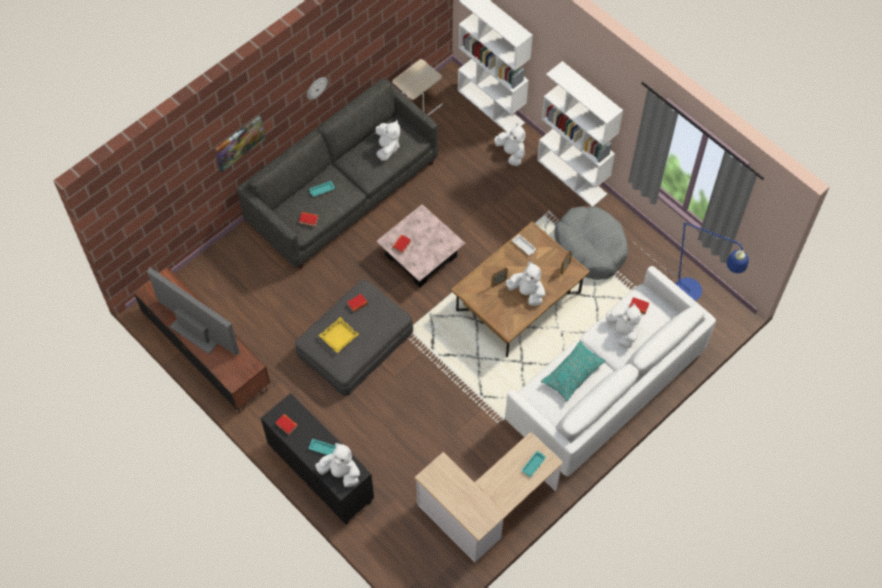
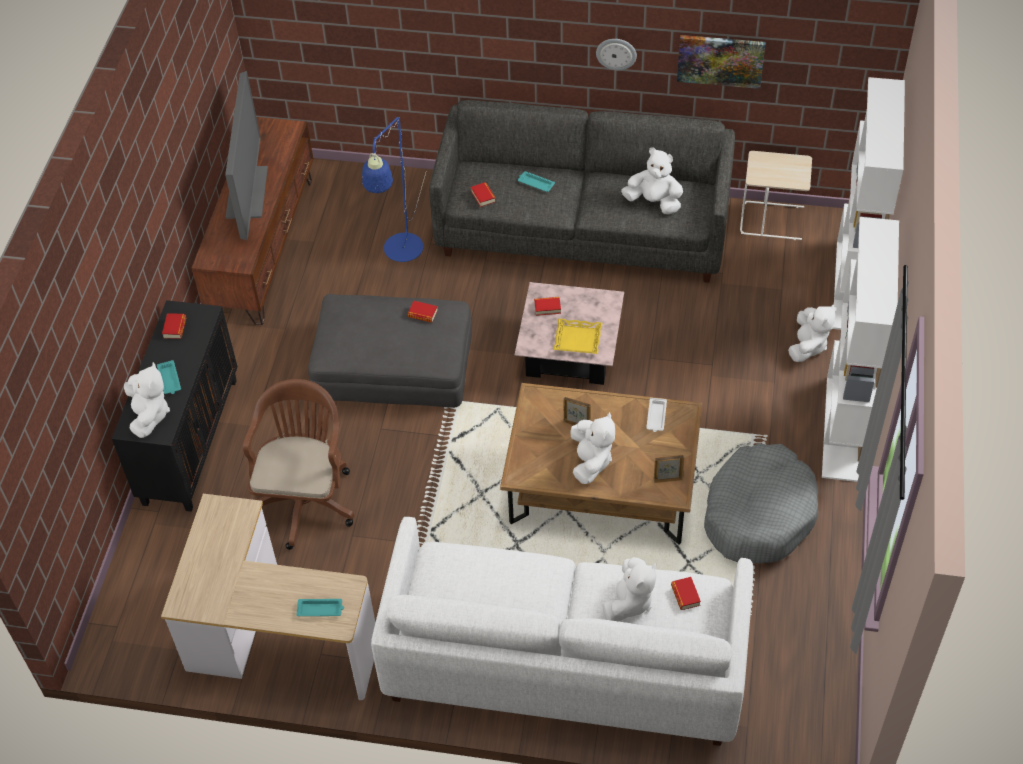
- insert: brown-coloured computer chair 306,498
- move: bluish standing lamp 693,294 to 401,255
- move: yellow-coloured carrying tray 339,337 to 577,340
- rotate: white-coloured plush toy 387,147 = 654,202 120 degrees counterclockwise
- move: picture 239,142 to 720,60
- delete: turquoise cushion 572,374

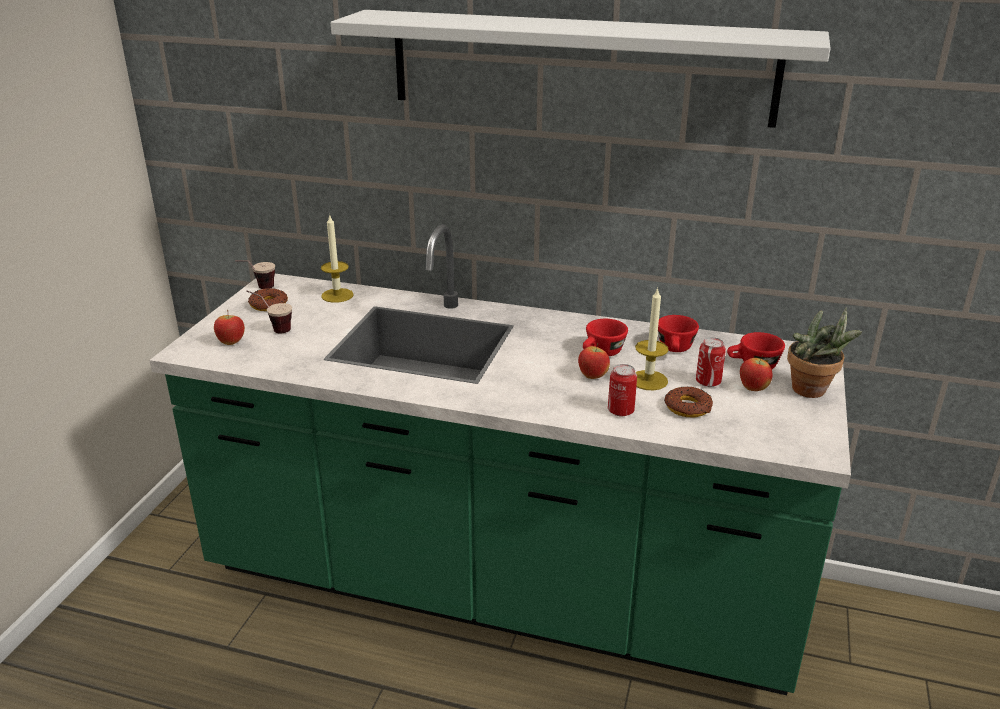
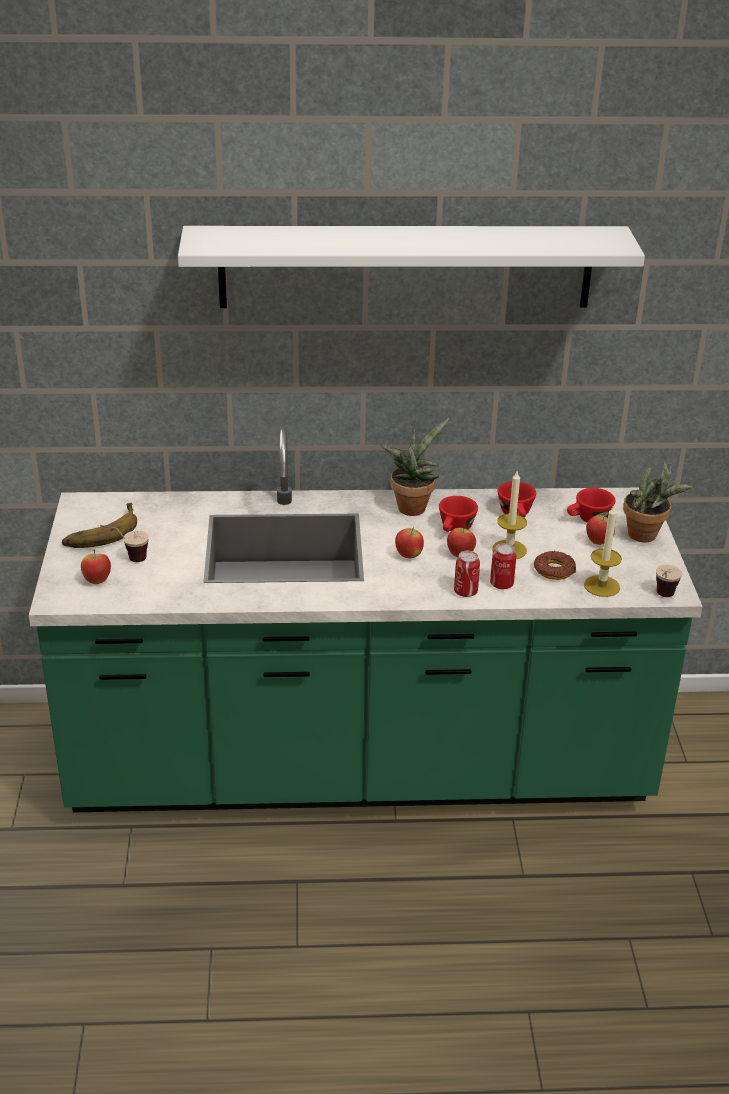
- replace: doughnut 268,304 to banana 99,531
- insert: plant in a pot 412,506
- insert: whole apple 408,556
- move: metal can 708,382 to 465,591
- move: wax light 337,295 to 602,586
- move: small cup 258,289 to 662,598

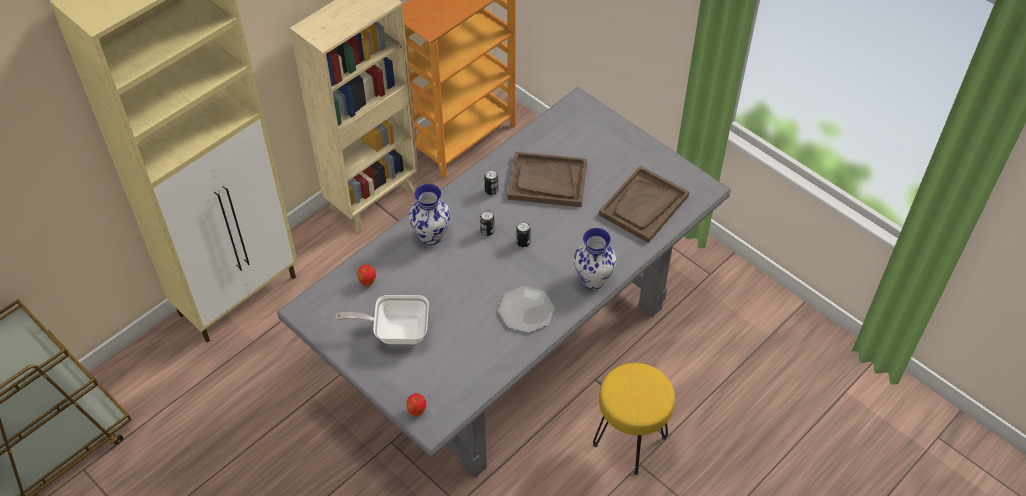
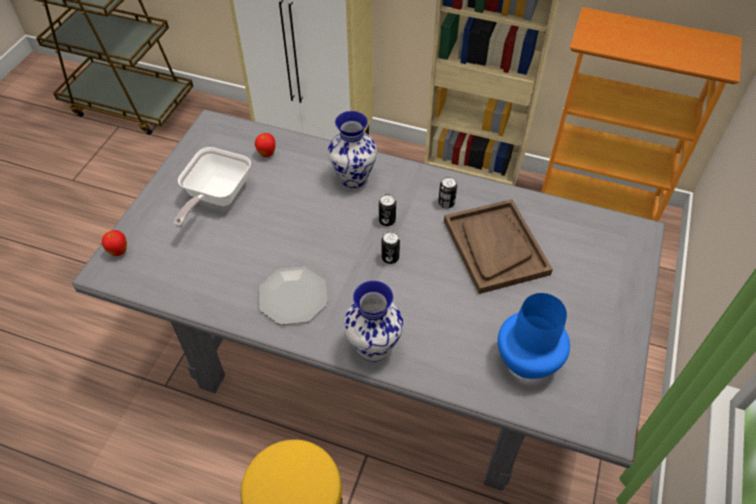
- rotate: skillet 395,331 = 215,197 135 degrees counterclockwise
- replace: brown-coloured carrying tray 643,206 to bluish decorative vase 526,361

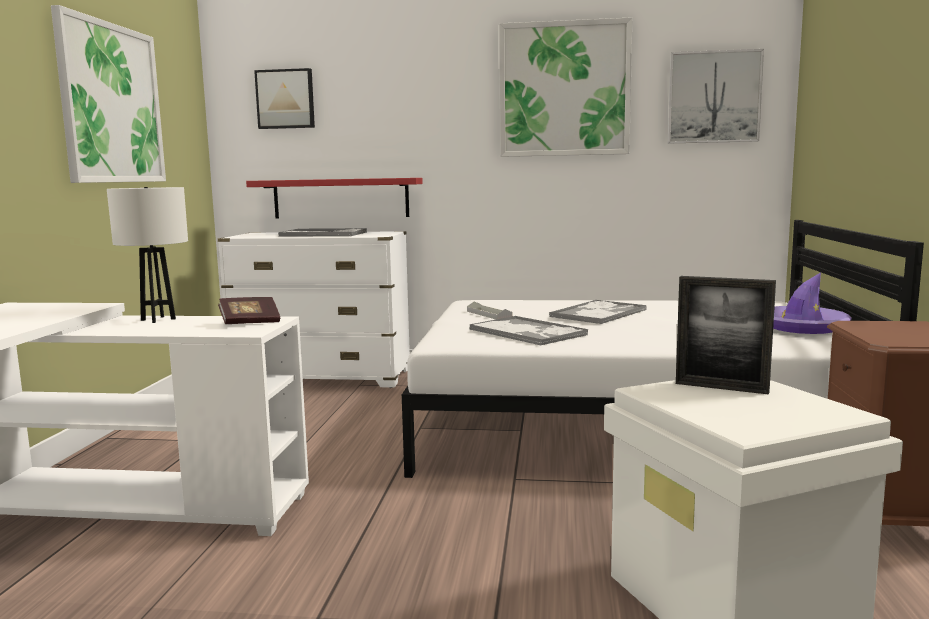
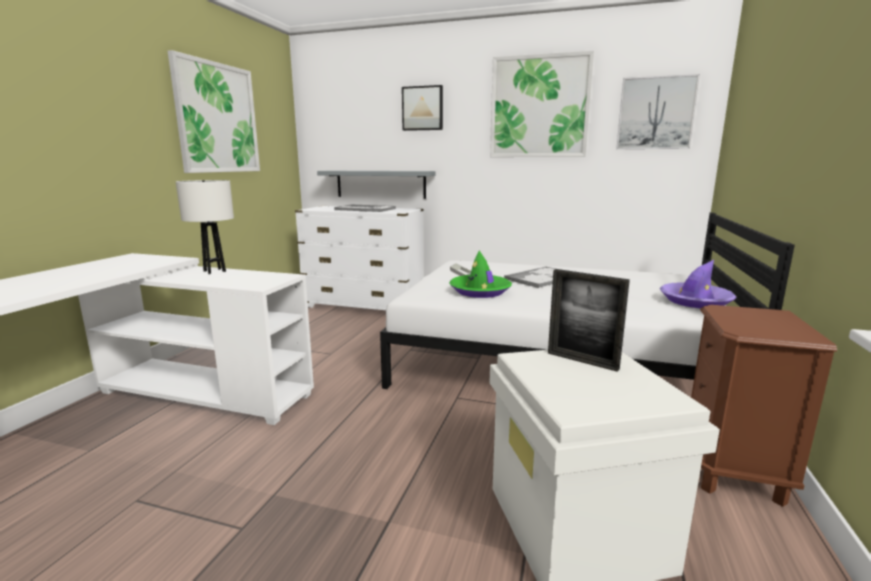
- recolor: red-coloured shelf 341,198 to gray shelf 380,184
- move: picture 285,99 to 423,108
- replace: carrying tray 528,332 to green-coloured hat 480,291
- delete: bound book 250,322

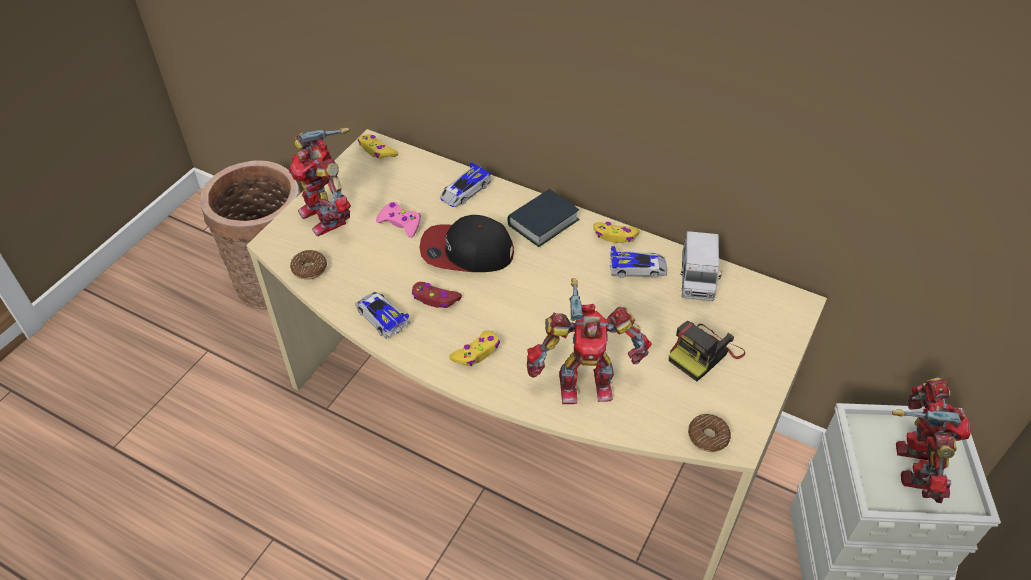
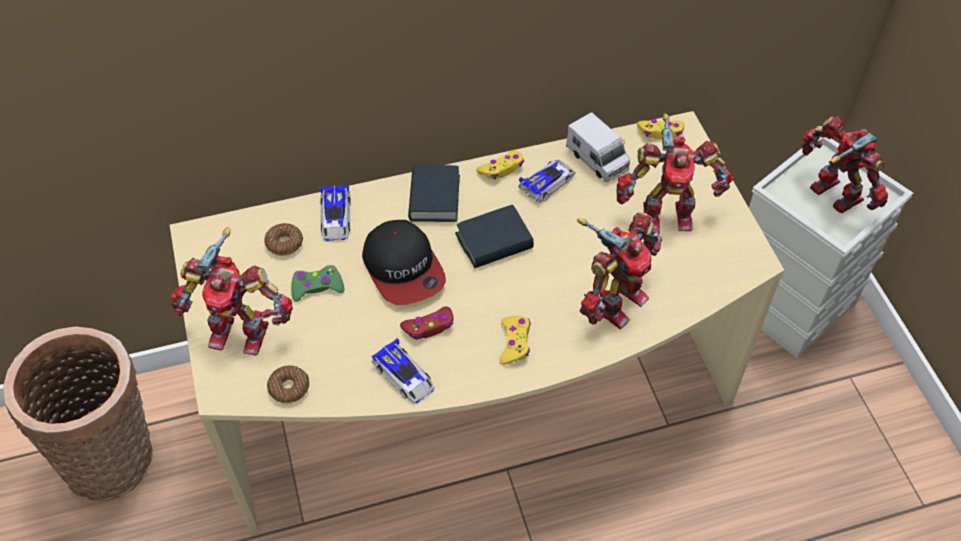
- move: doughnut 708,437 to 284,243
- recolor: pink gamepad 400,223 to green-coloured gamepad 317,287
- rotate: cap 466,251 = 404,268 75 degrees counterclockwise
- rotate: toy car 381,316 = 404,376 135 degrees counterclockwise
- insert: bound book 494,242
- replace: photo camera 704,353 to toy robot 666,213
- move: yellow-coloured gamepad 377,151 to 660,132

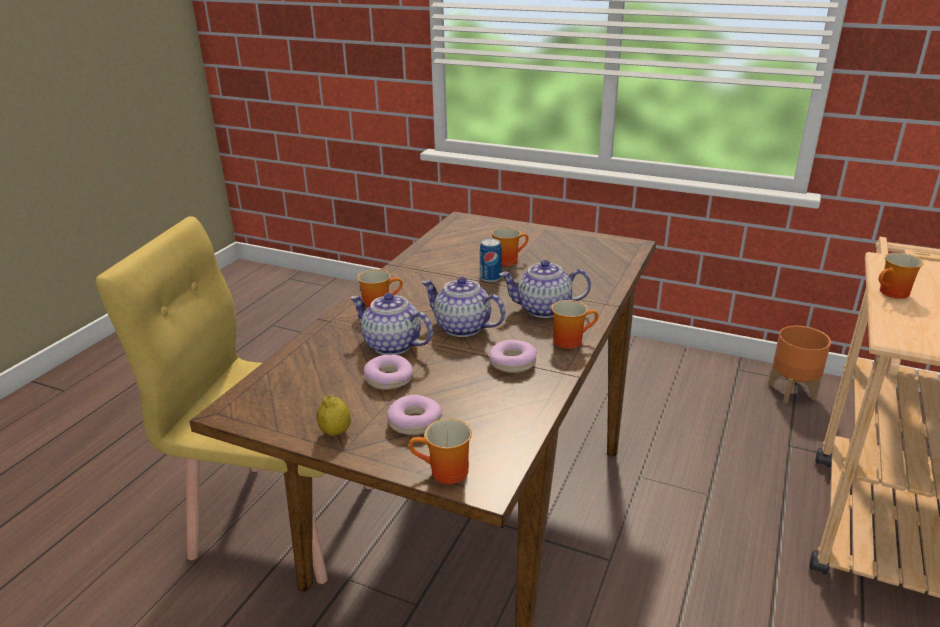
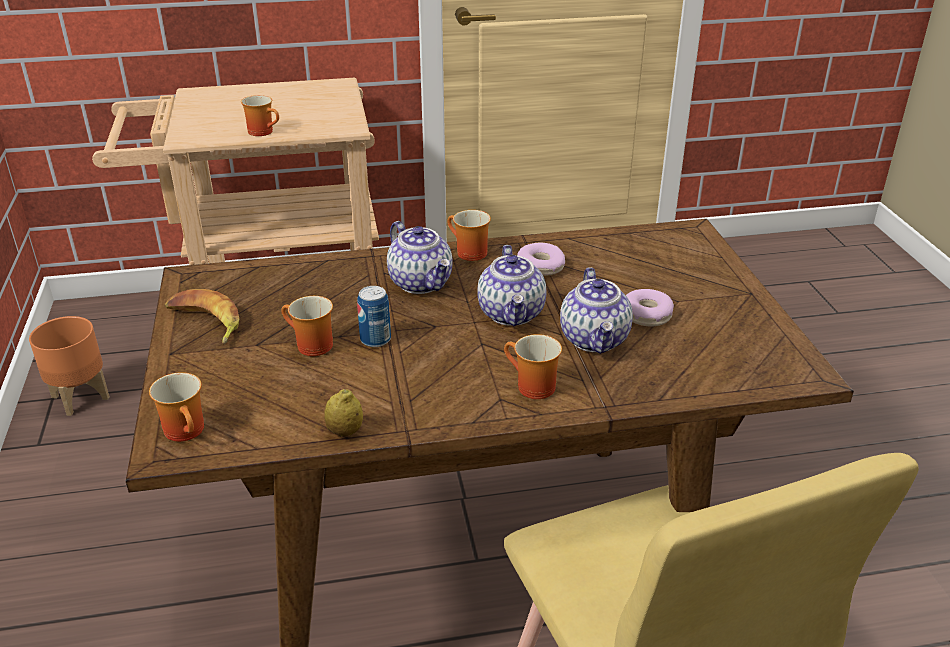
- move: coffee mug 444,473 to 189,431
- insert: banana 205,322
- move: citrus fruit 335,432 to 345,431
- delete: doughnut 415,422

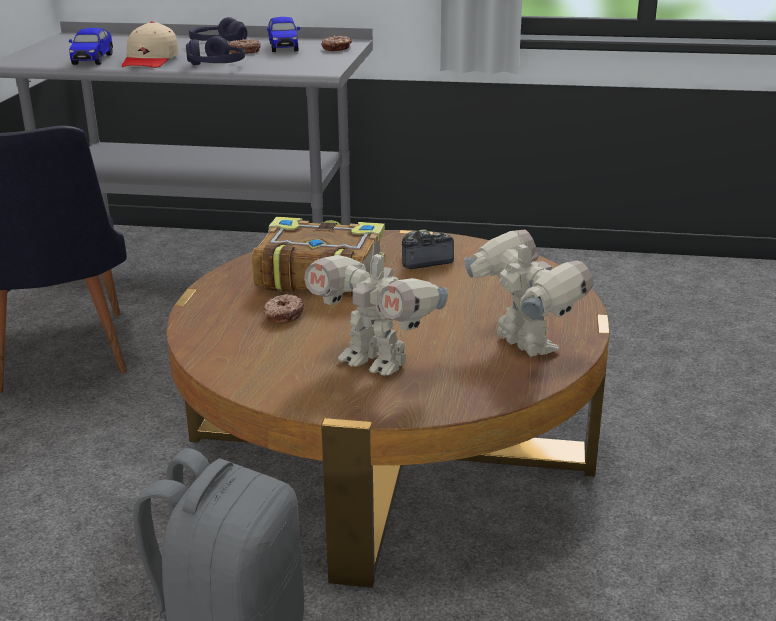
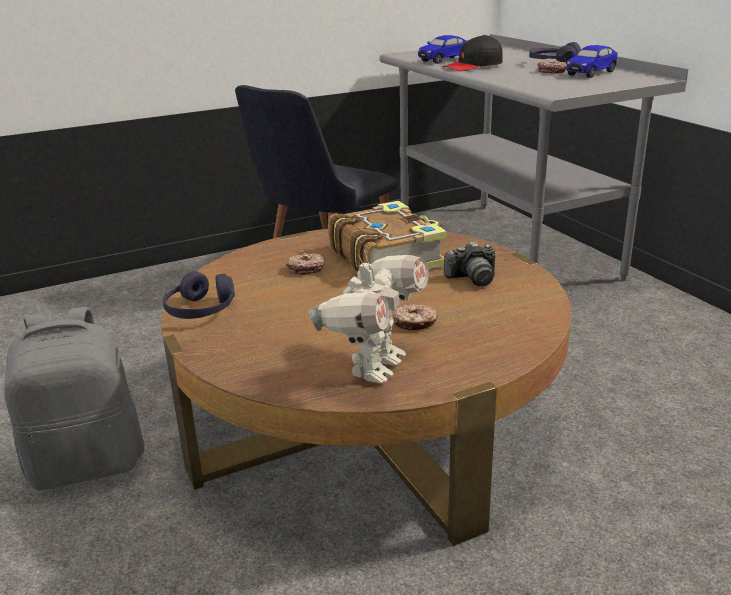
- move: purple headset 216,65 to 201,310
- move: doughnut 337,48 to 414,323
- recolor: beige-coloured cap 150,60 to black-coloured cap 473,66
- rotate: photo camera 423,260 = 472,278 135 degrees clockwise
- delete: toy robot 375,362

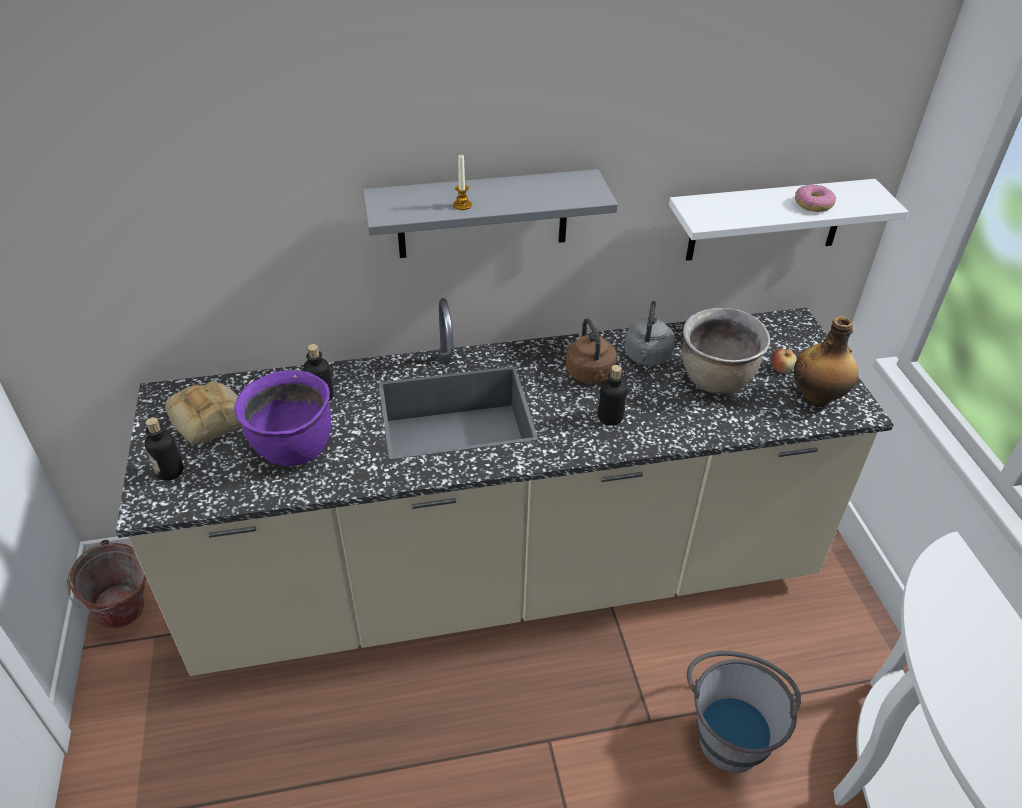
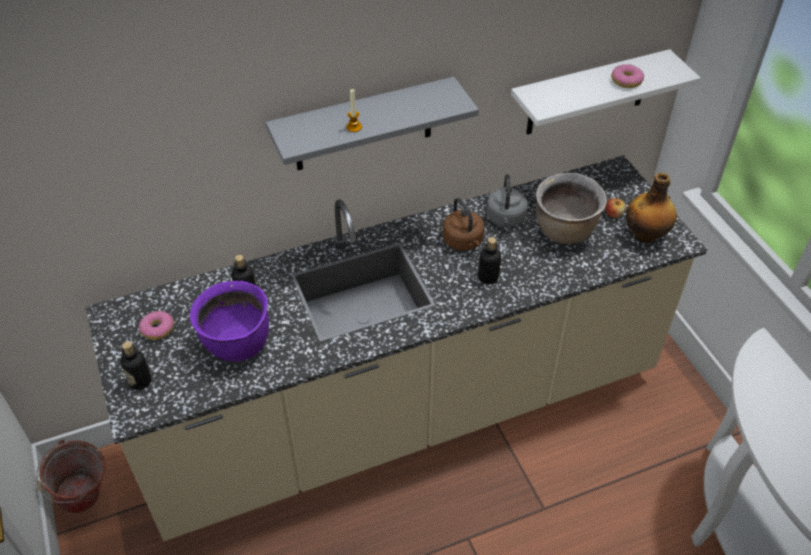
- replace: bakery bread 210,418 to doughnut 158,329
- delete: gray pail 729,729

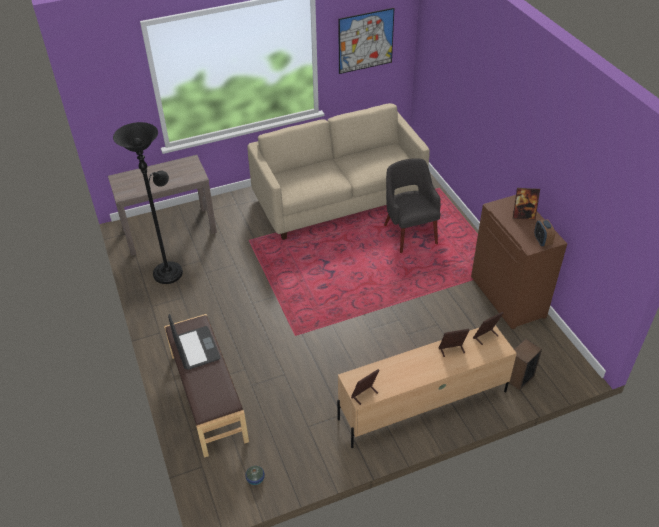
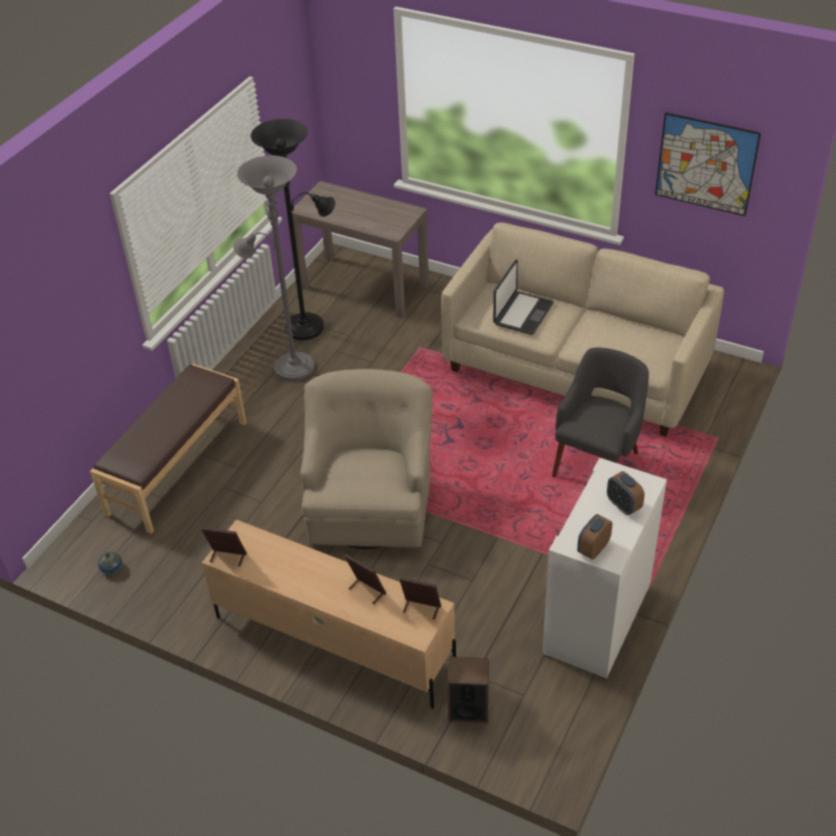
- insert: gray standing lamp 289,366
- insert: beige-coloured armchair 370,502
- move: notebook computer 196,349 to 522,314
- recolor: brown-coloured storage cabinet 508,297 to white-coloured storage cabinet 598,621
- replace: picture frame 523,215 to bedside clock 623,505

